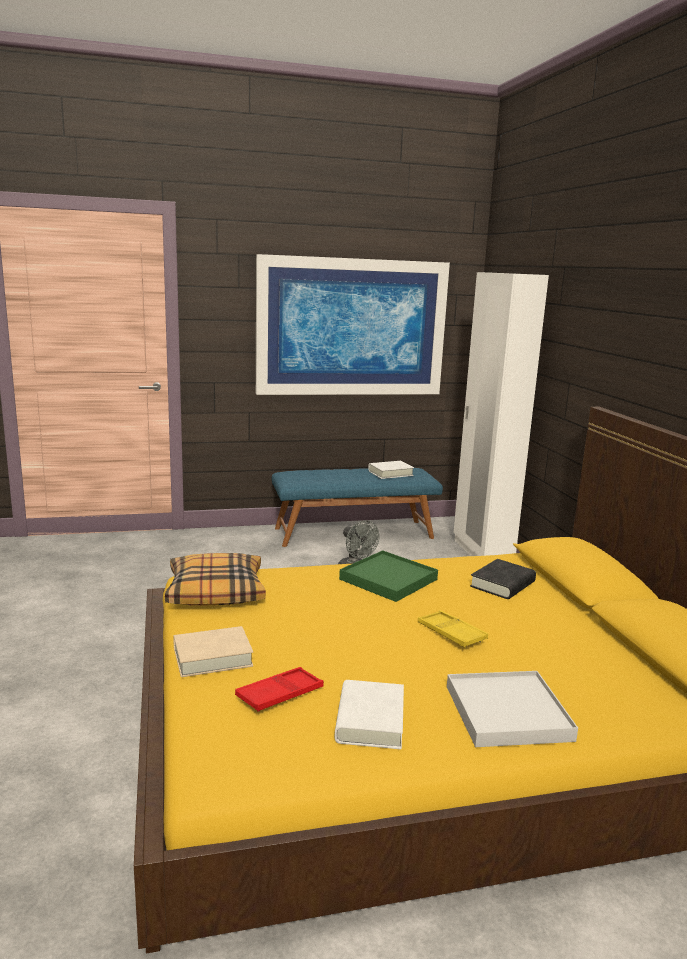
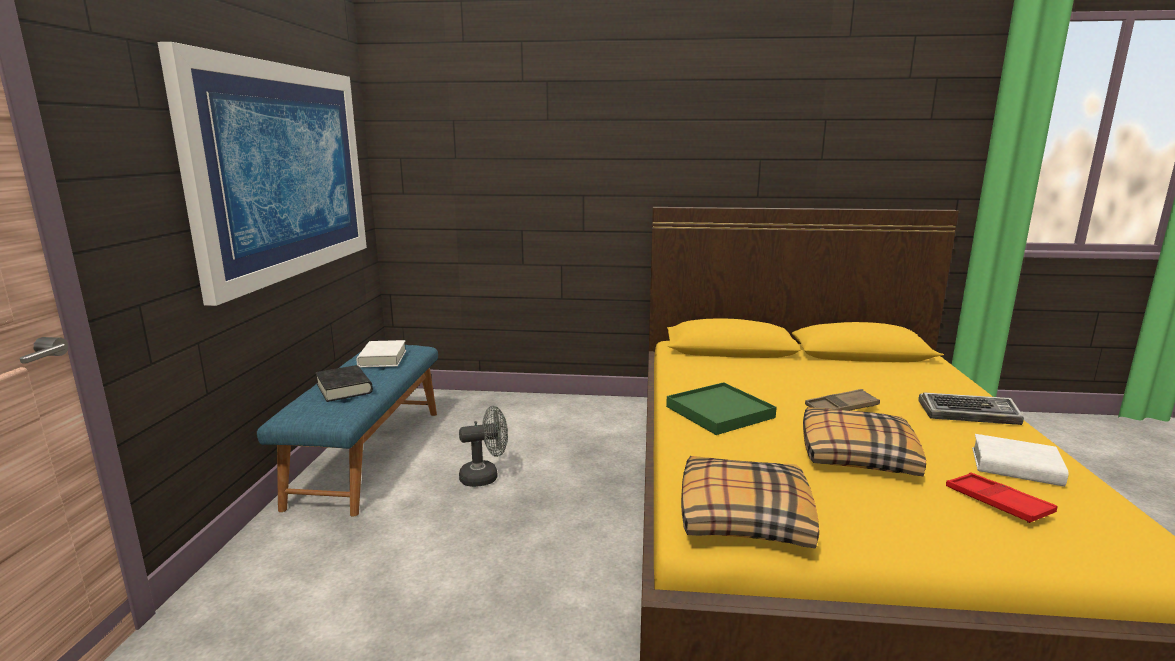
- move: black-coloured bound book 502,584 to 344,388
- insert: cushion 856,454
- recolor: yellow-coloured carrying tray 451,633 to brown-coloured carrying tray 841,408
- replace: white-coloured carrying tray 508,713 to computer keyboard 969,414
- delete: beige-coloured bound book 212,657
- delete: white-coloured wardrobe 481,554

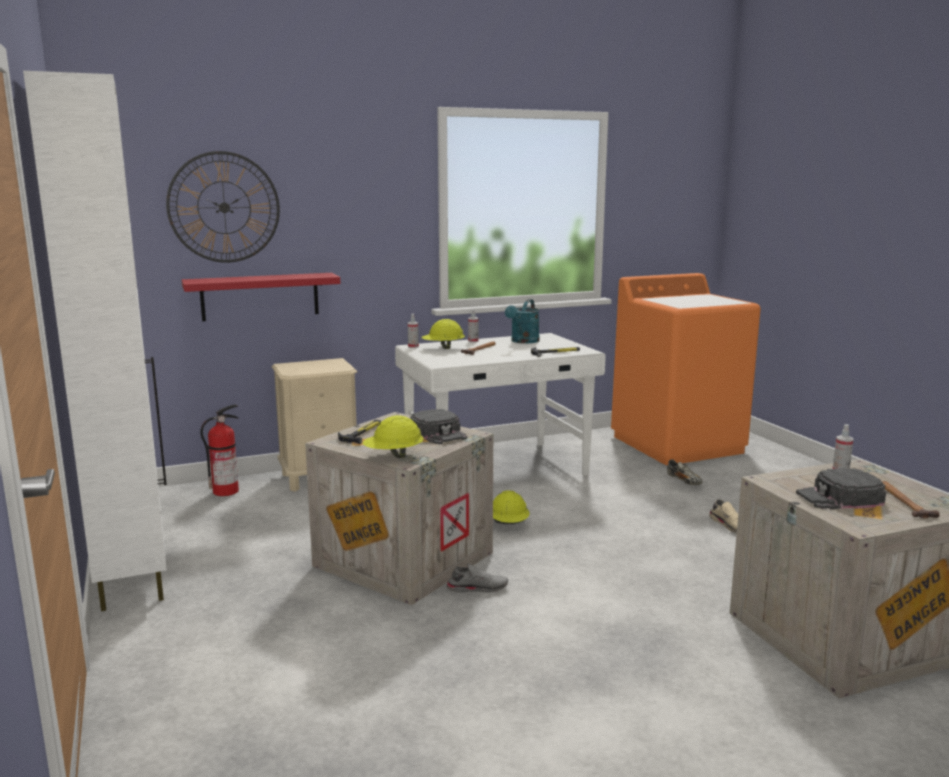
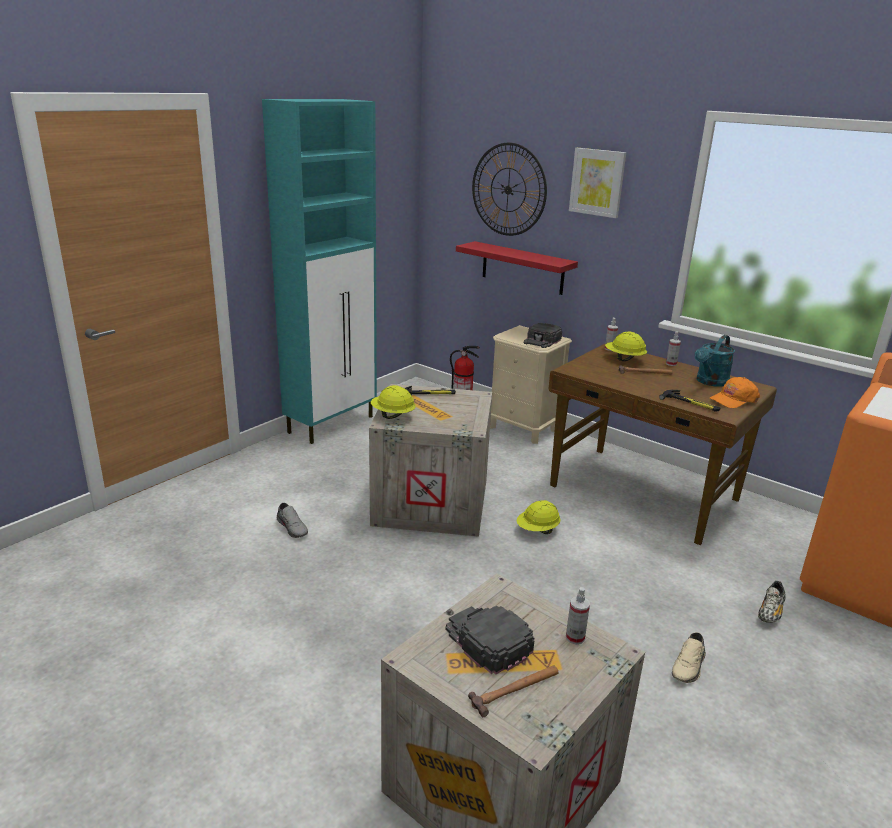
- recolor: white-coloured storage cabinet 133,573 to turquoise storage cabinet 332,424
- move: gray shoe 477,588 to 293,527
- move: black-coloured cap 439,433 to 542,340
- recolor: white-coloured desk table 497,469 to brown-coloured desk table 643,494
- insert: picture 597,182
- rotate: turquoise watering pot 523,341 = 710,382 45 degrees counterclockwise
- insert: orange-coloured cap 733,400

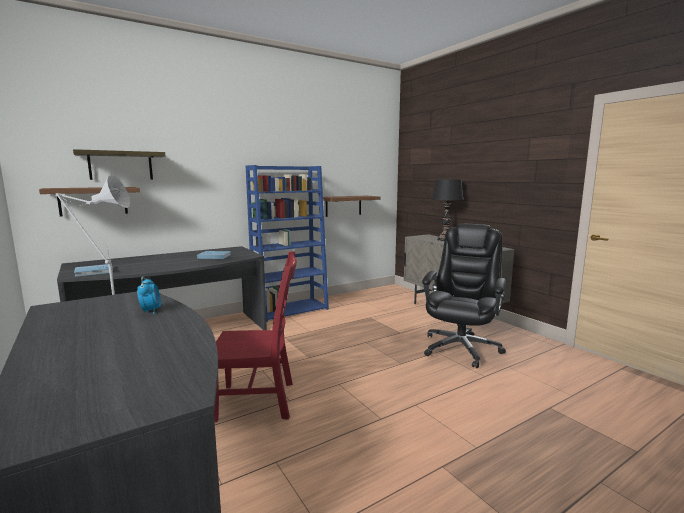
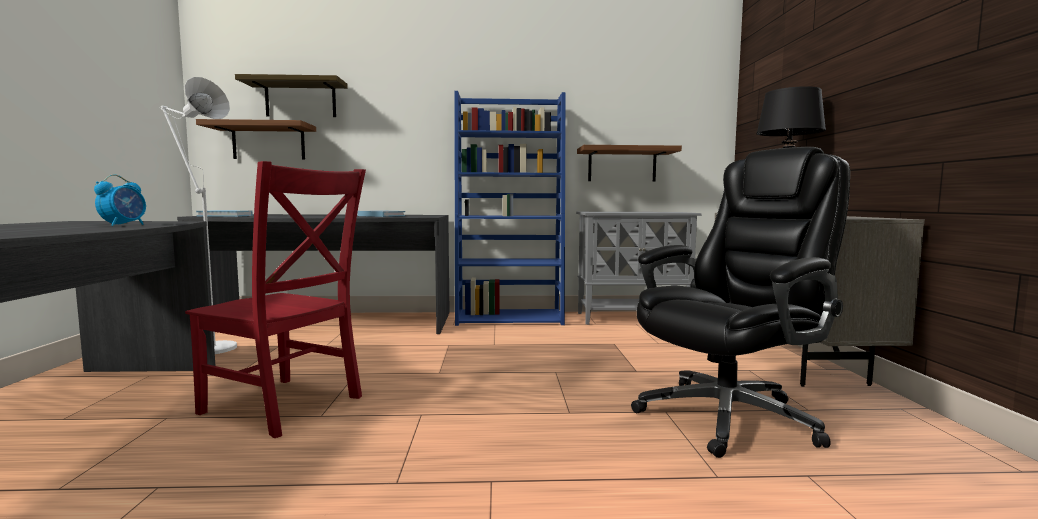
- insert: gray storage cabinet 633,318

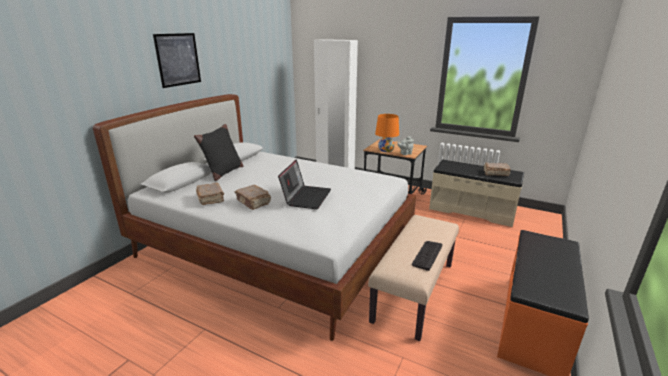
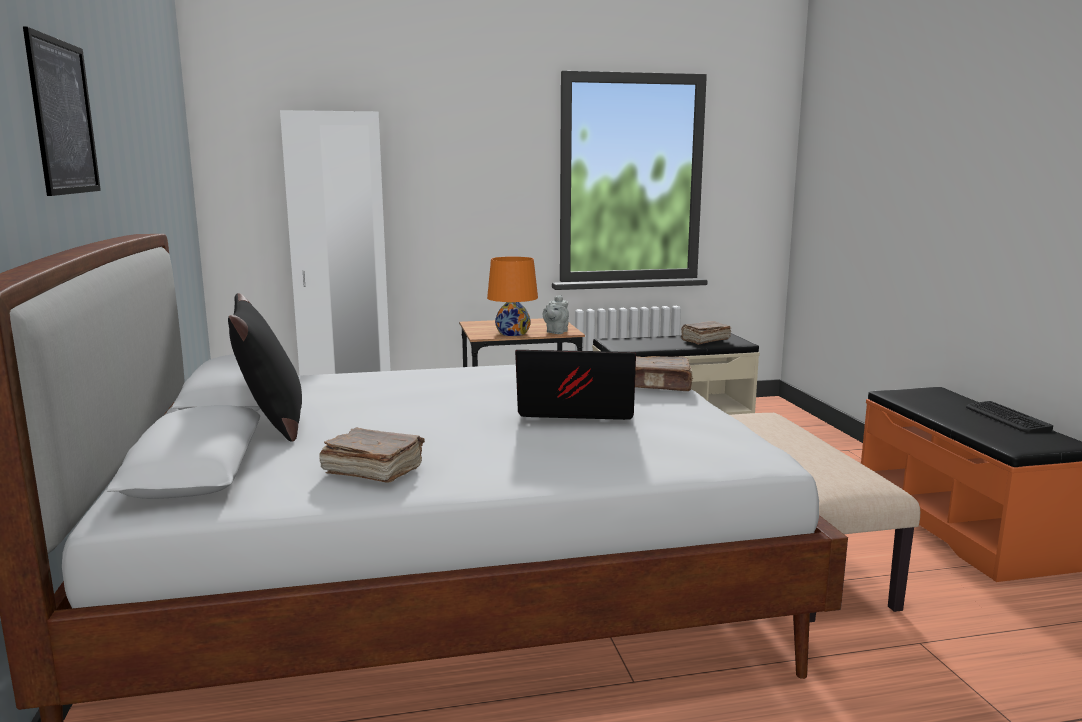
- rotate: notebook computer 306,197 = 574,412 60 degrees counterclockwise
- move: brown-coloured bound book 253,202 to 660,385
- move: computer keyboard 427,255 to 1006,418

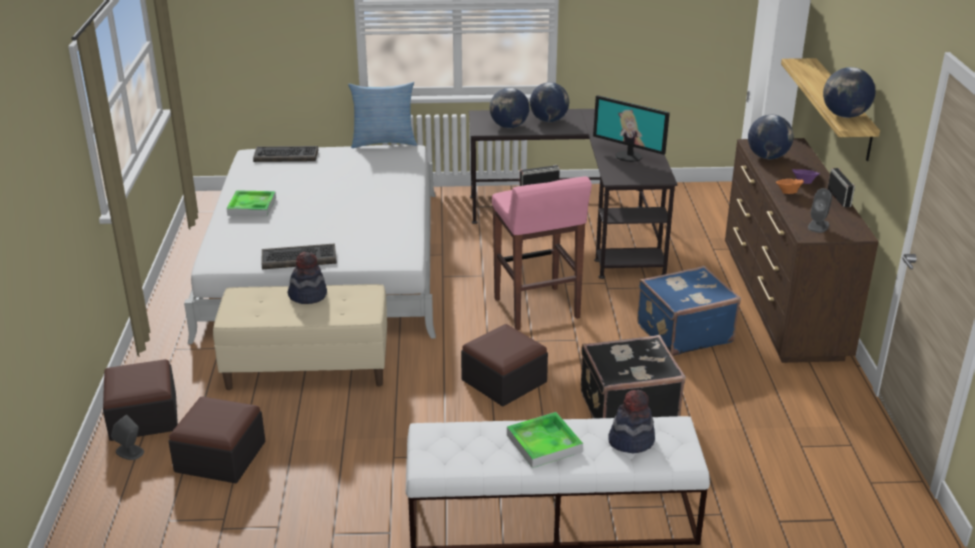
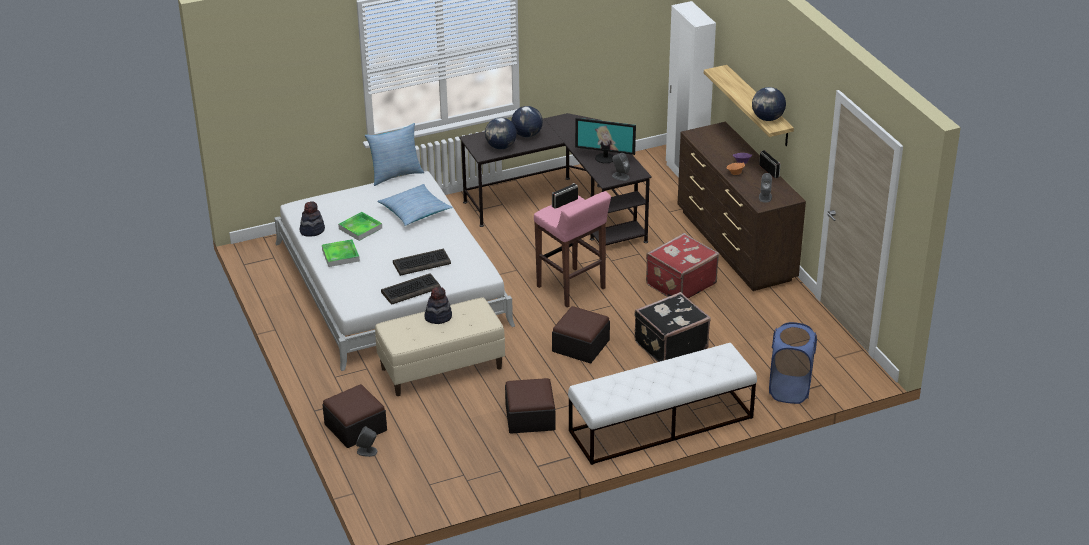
- move: hat 631,440 to 312,230
- move: carrying tray 544,443 to 360,228
- insert: cushion 415,211
- move: computer keyboard 287,155 to 422,263
- move: footrest 220,457 to 530,417
- insert: gray loudspeaker 620,176
- recolor: bluish suitcase 683,333 to red-coloured suitcase 680,284
- insert: bluish washing basket 789,390
- delete: globe 767,157

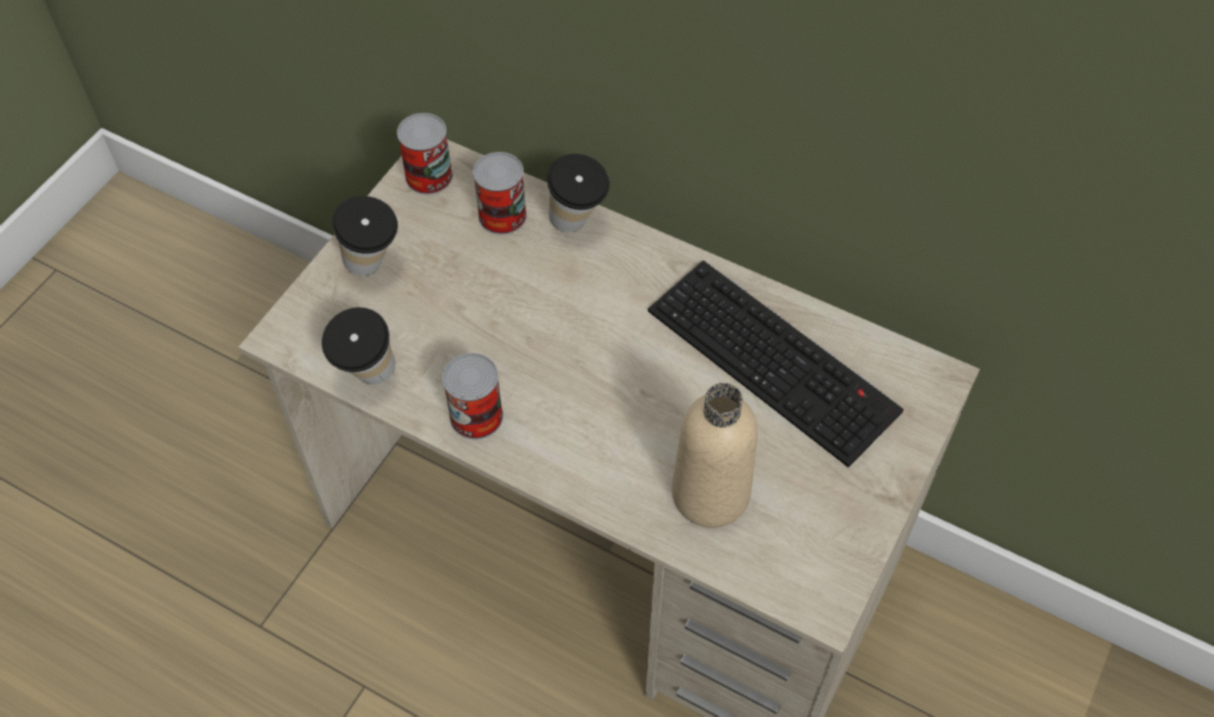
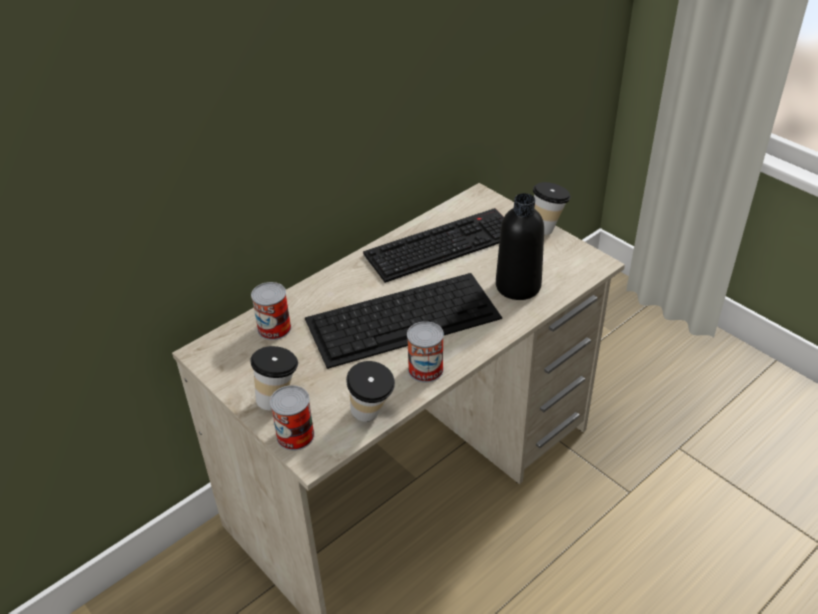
- move: metal can 429,176 to 295,435
- insert: computer keyboard 404,317
- recolor: beige-coloured bottle 710,494 to black-coloured bottle 518,286
- move: small cup 577,225 to 547,228

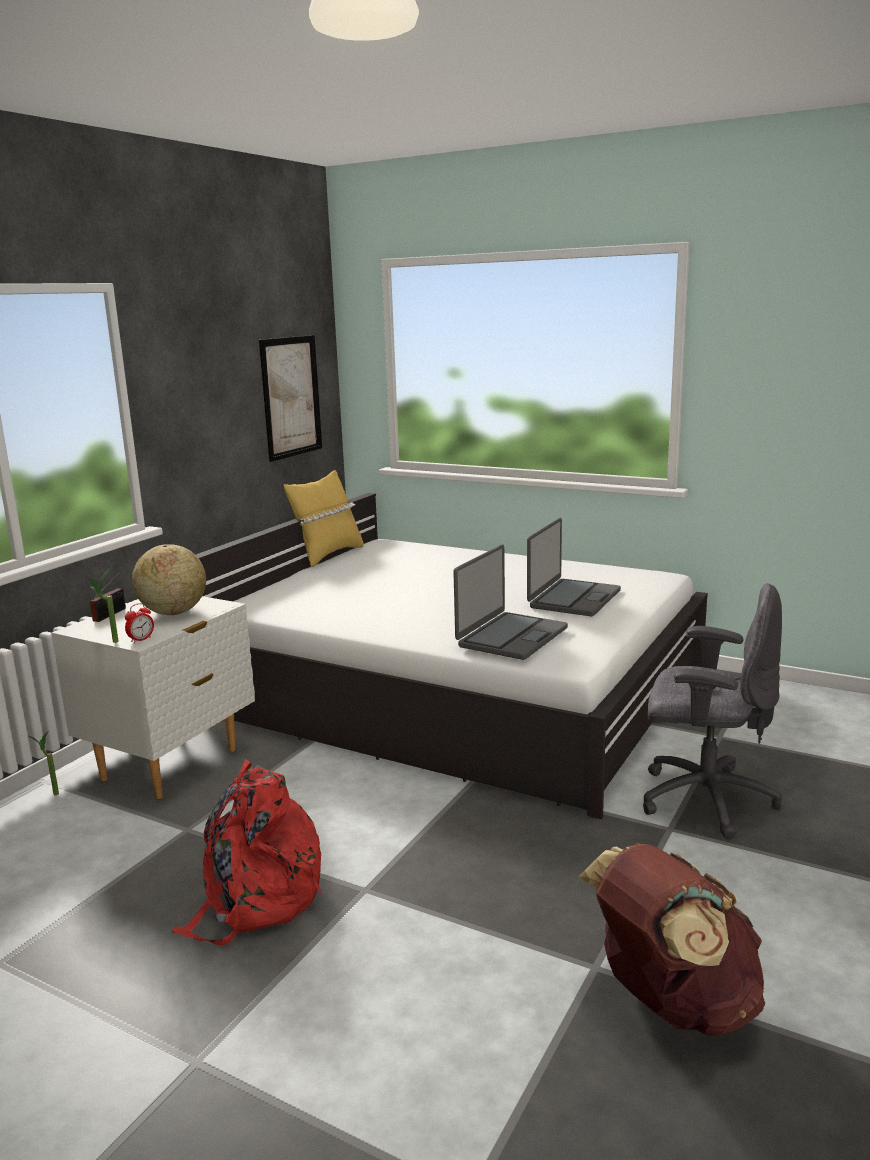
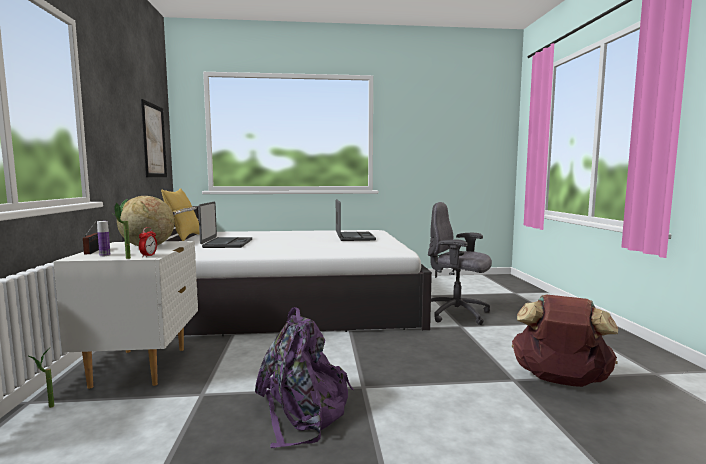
- insert: bottle 105,255
- move: notebook computer 511,637 to 227,243
- recolor: red-coloured knapsack 256,898 to purple knapsack 303,412
- rotate: gray computer chair 704,799 = 457,314 135 degrees counterclockwise

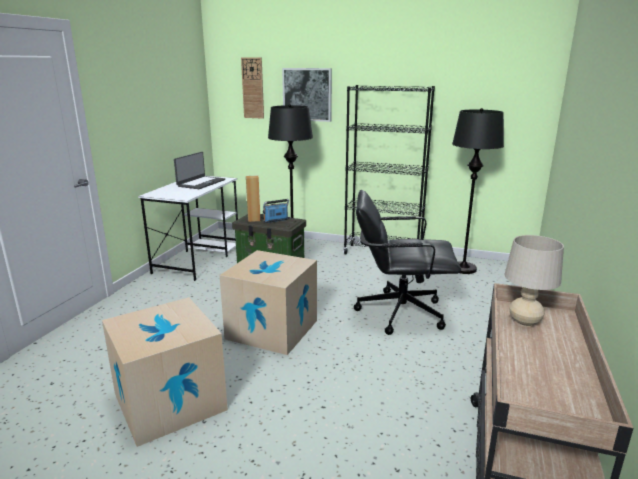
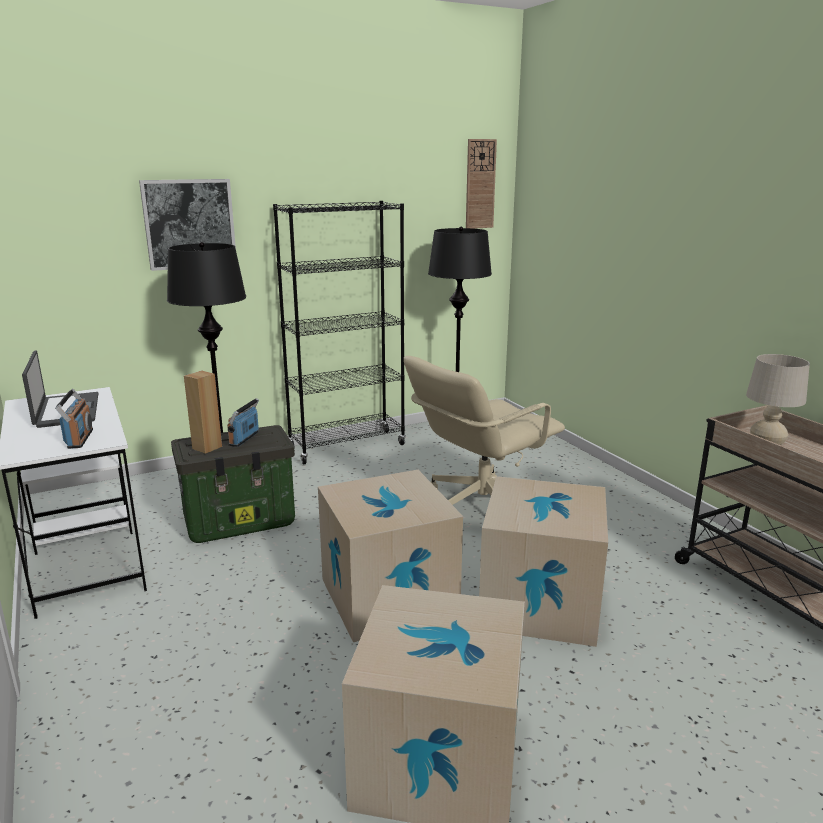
- insert: radio receiver 79,439
- recolor: black-coloured computer chair 399,312 to beige-coloured computer chair 480,507
- move: wall clock 253,88 to 480,184
- insert: cardboard box 539,603

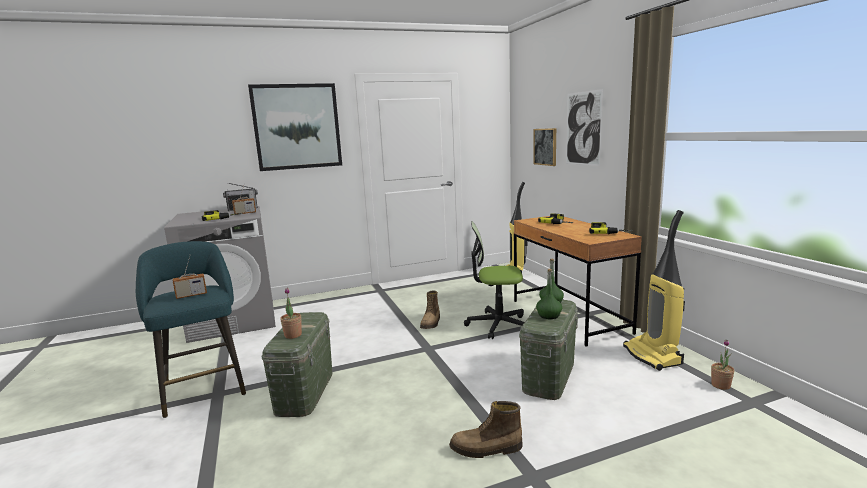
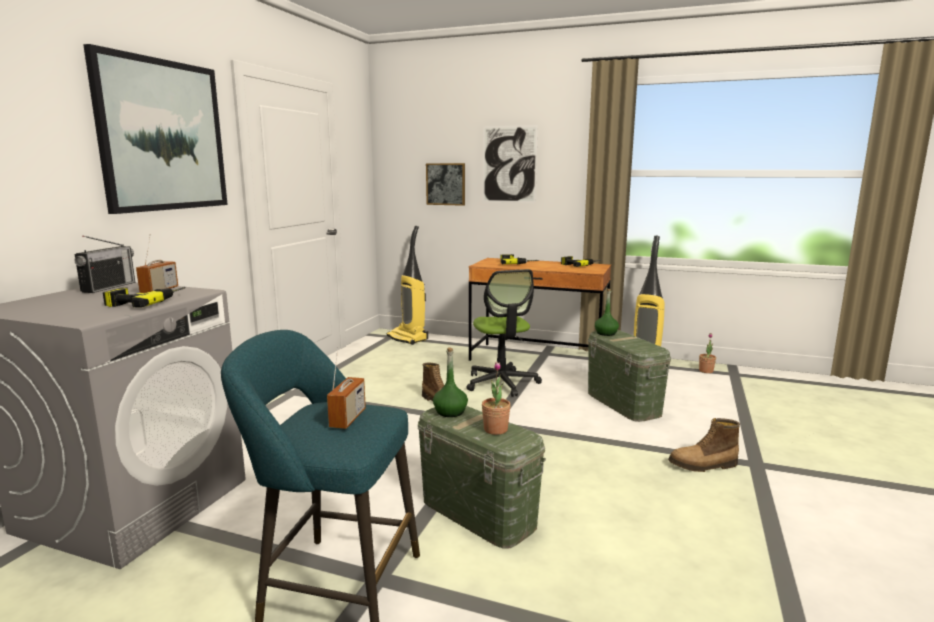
- move: green-coloured bottle 549,315 to 450,412
- rotate: computer chair 497,325 = 501,383 60 degrees counterclockwise
- rotate: tall boot 486,449 = 703,465 45 degrees clockwise

